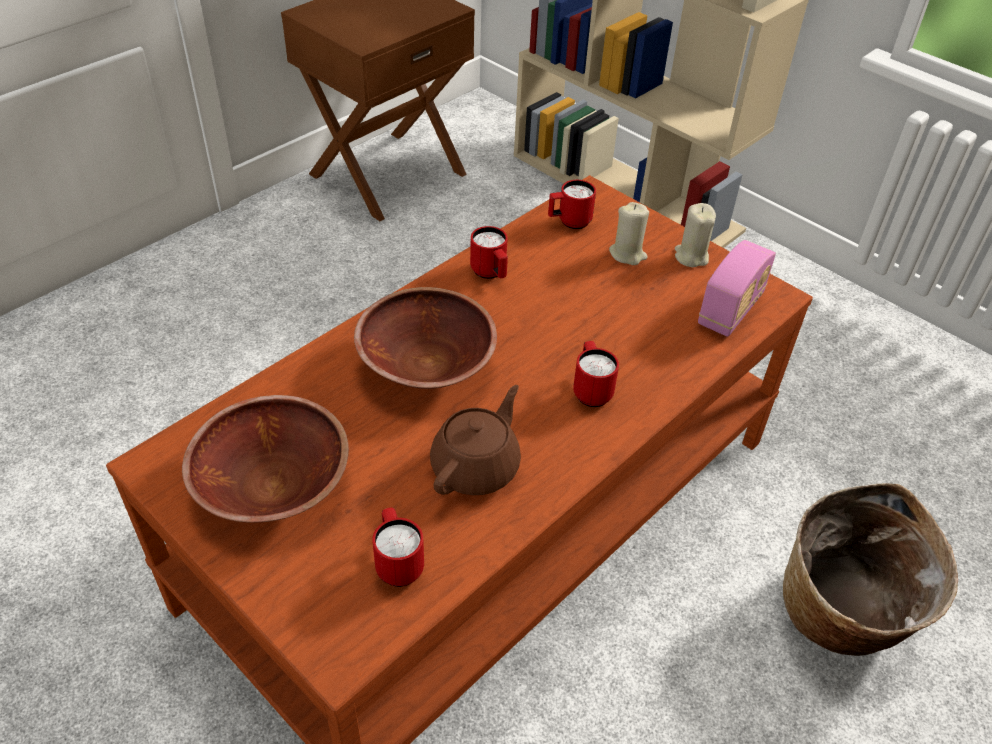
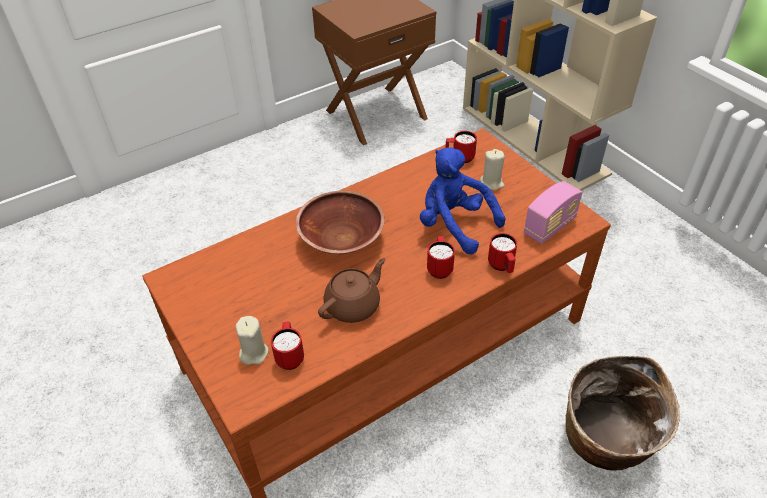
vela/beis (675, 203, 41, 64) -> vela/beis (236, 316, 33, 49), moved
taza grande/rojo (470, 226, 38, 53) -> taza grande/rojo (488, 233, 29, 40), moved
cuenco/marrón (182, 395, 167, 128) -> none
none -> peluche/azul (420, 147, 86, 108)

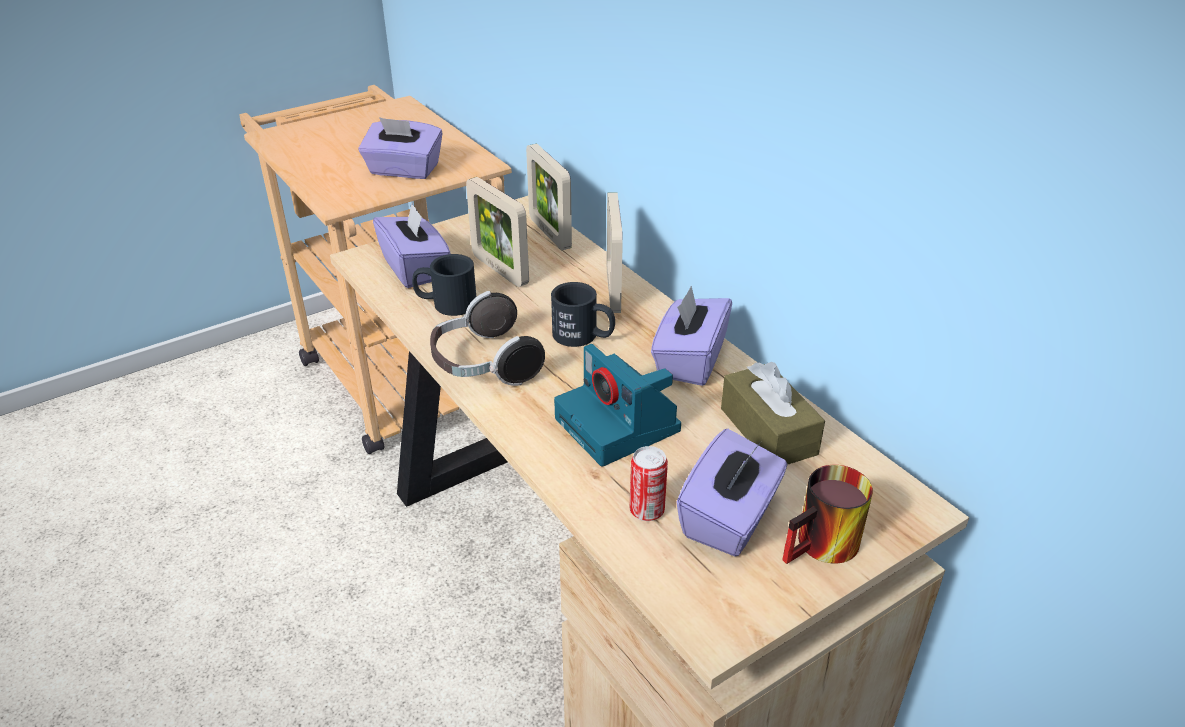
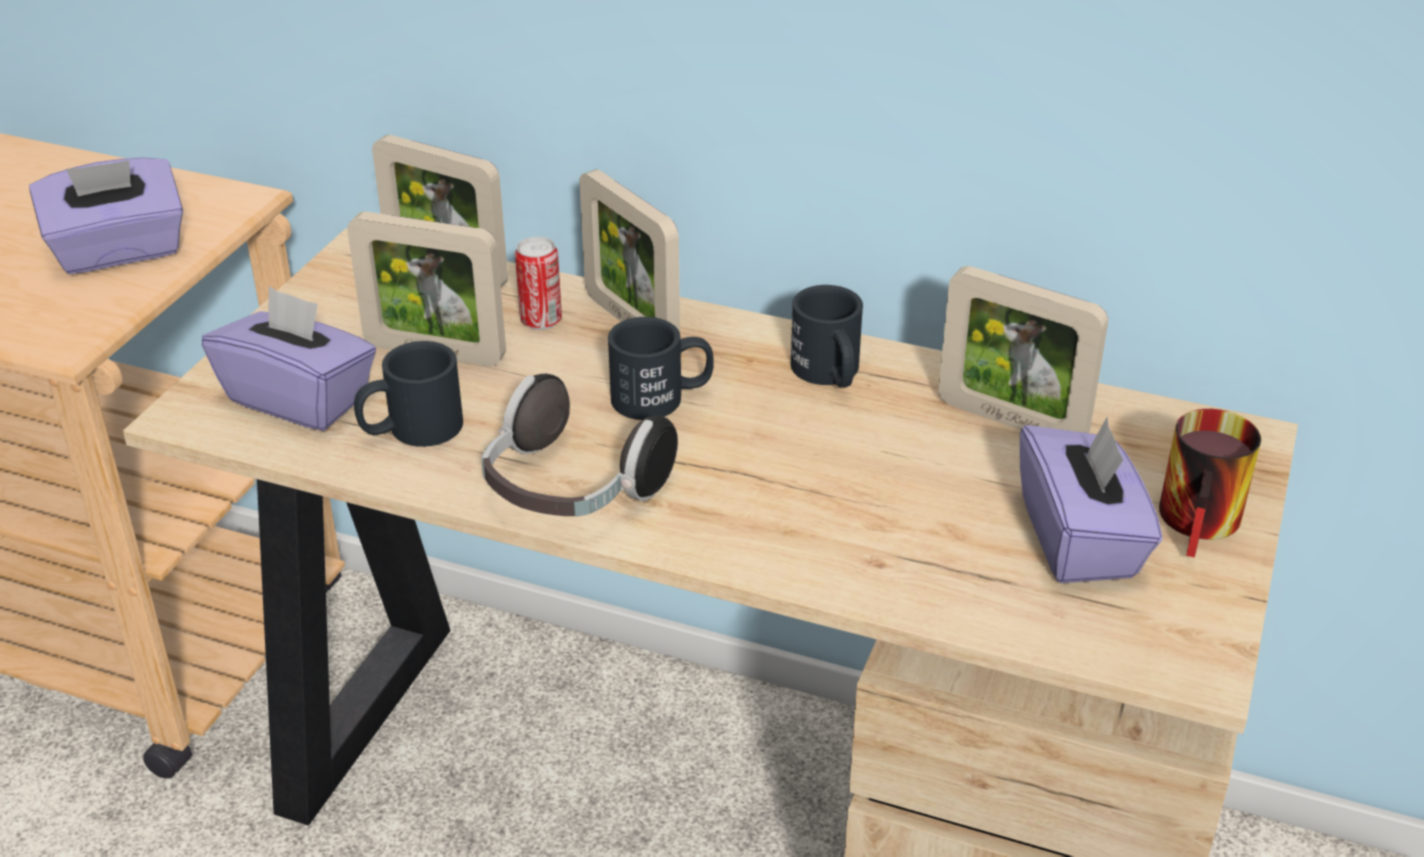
caja de pañuelos/morado (651, 286, 81, 100) -> taza grande/negro (791, 285, 72, 102)
cámara (554, 344, 127, 123) -> none
caja de pañuelos/marrón (721, 362, 104, 103) -> portarretratos (939, 266, 169, 167)
lata (630, 446, 38, 75) -> lata (515, 237, 47, 93), moved

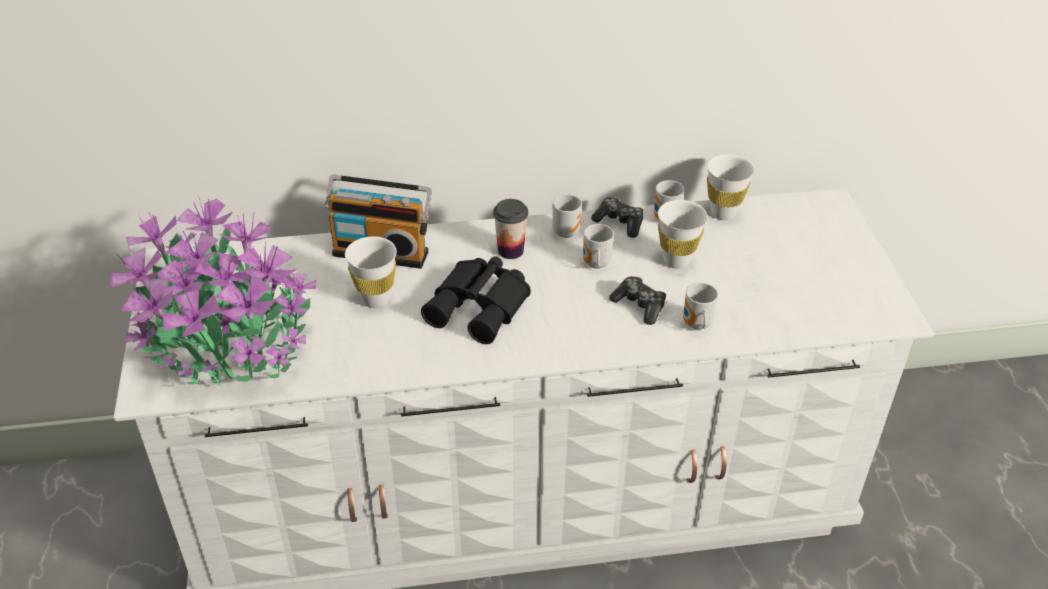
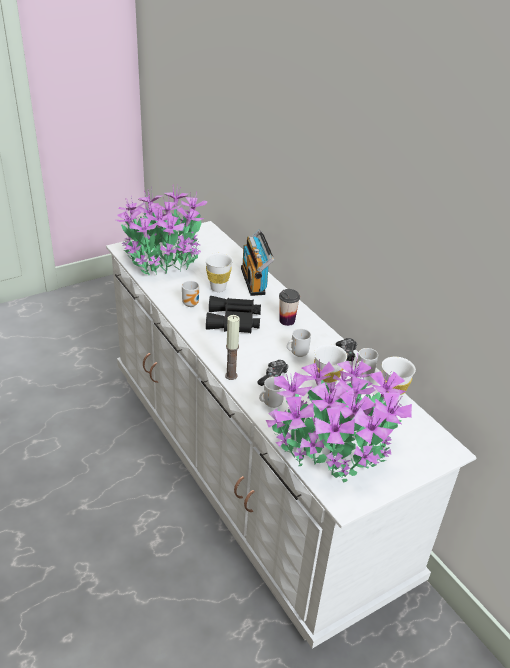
taza grande (552, 194, 30, 44) -> taza grande (182, 281, 17, 26), moved
none -> vela (225, 315, 15, 65)
none -> planta en maceta (266, 354, 146, 129)

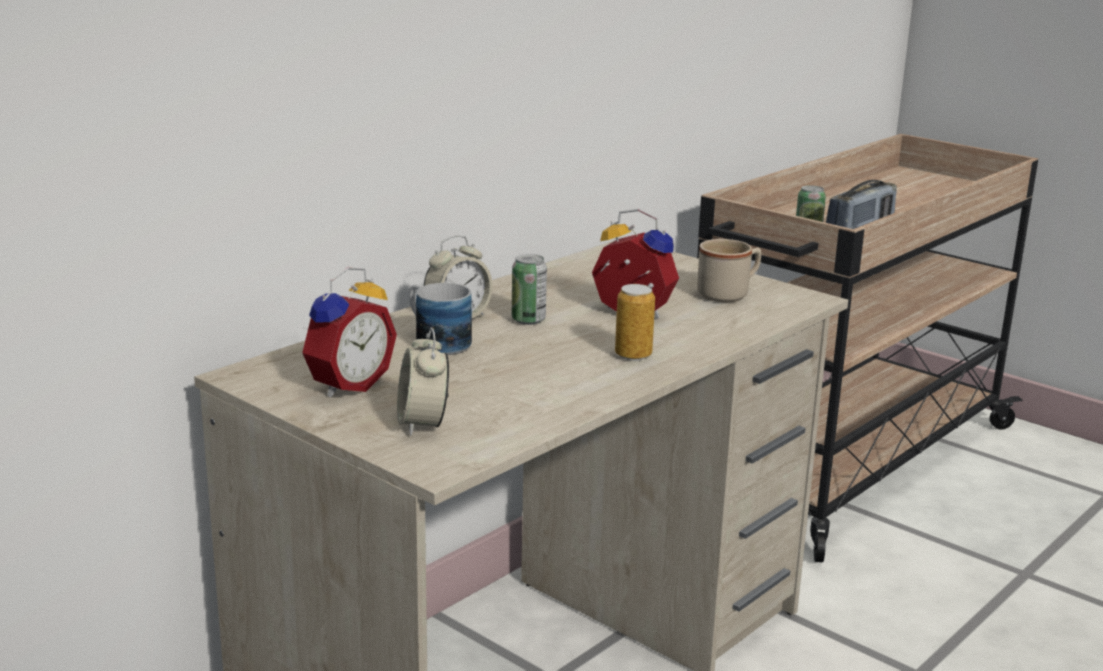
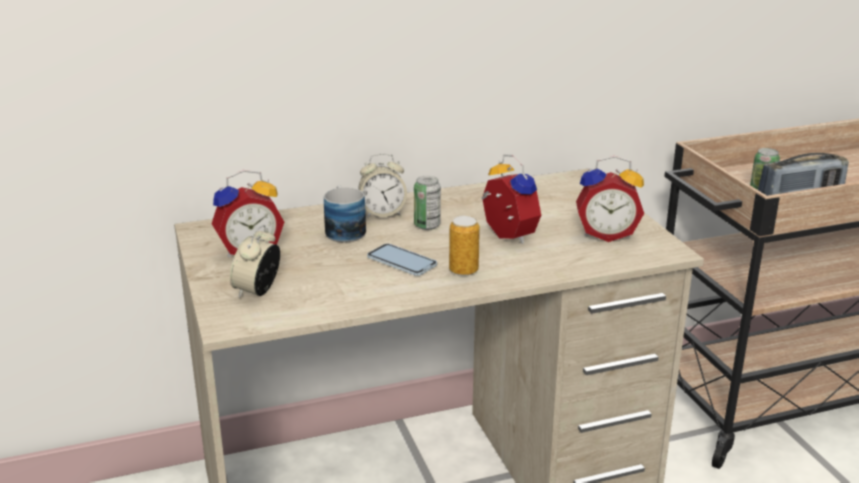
taza grande/beis (697, 239, 64, 64) -> despertador (576, 156, 68, 86)
none -> móvil (367, 244, 70, 32)

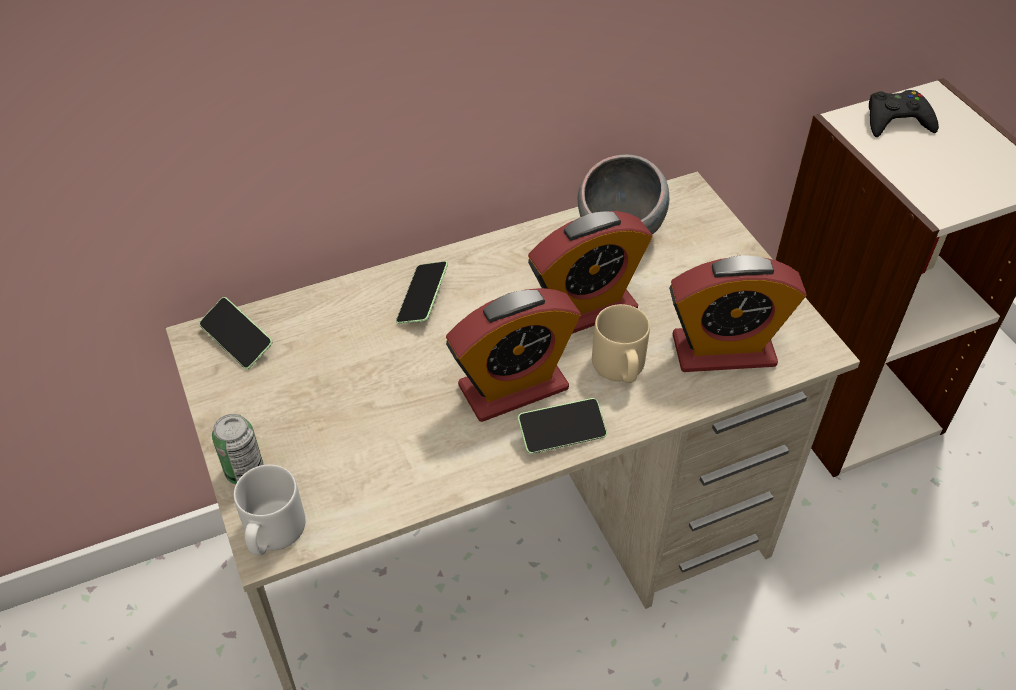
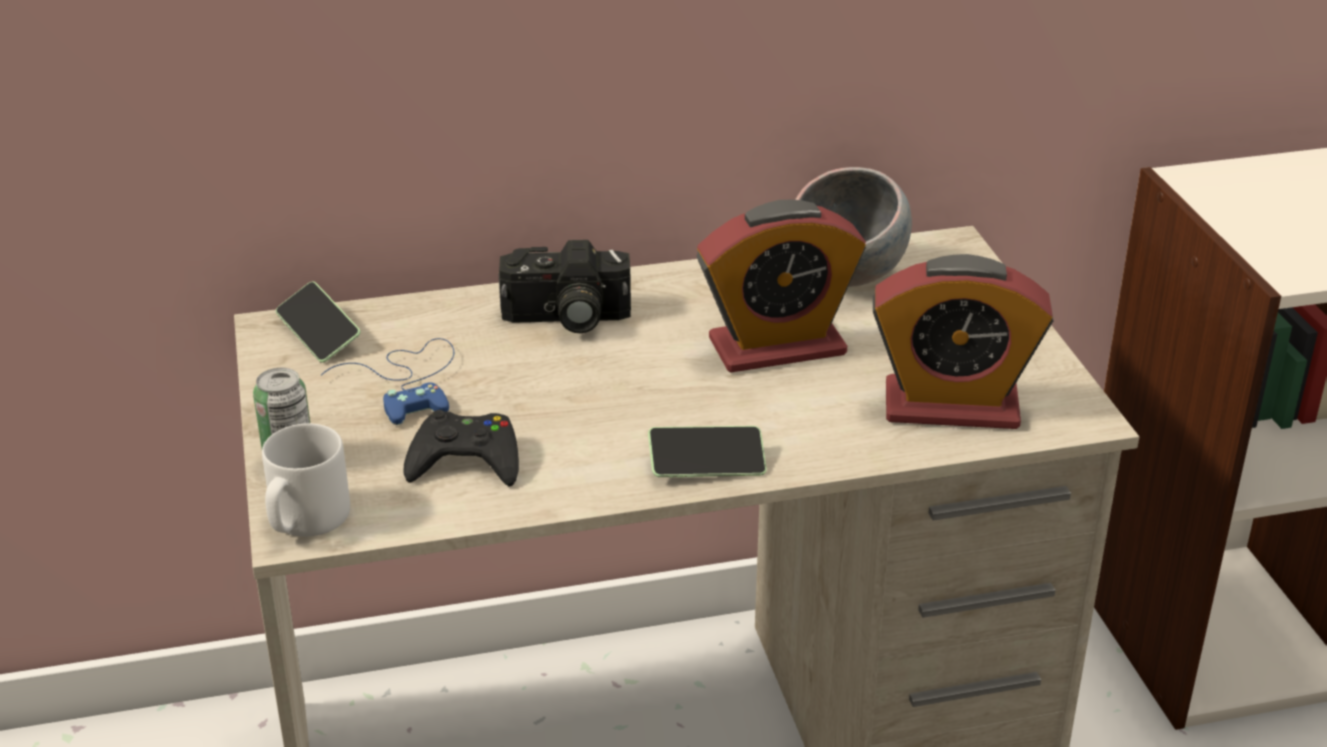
mando de consola/negro (869, 90, 70, 47) -> mando de consola/negro (404, 410, 115, 76), moved
móvil (396, 261, 52, 63) -> cámara (498, 240, 133, 93)
despertador (446, 288, 135, 134) -> none
taza grande/beis (592, 304, 58, 79) -> none
none -> mando de consola/azul (321, 338, 133, 87)

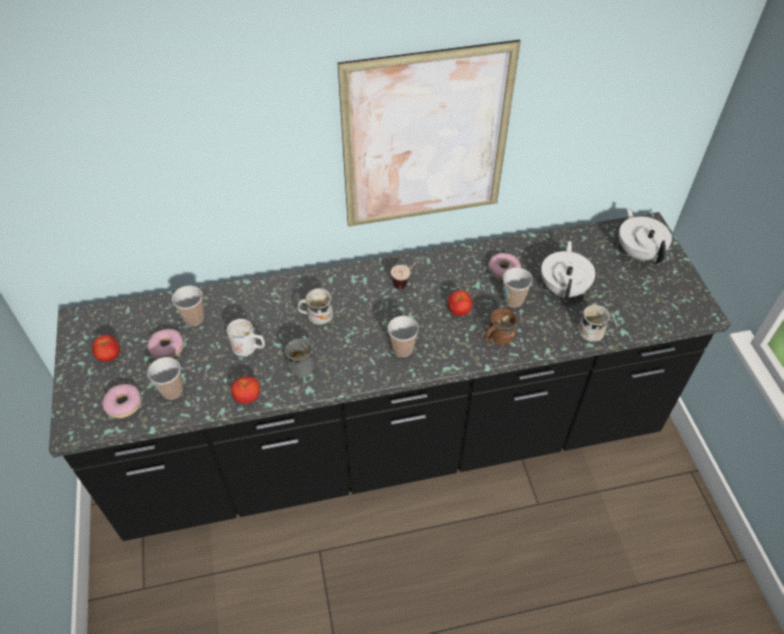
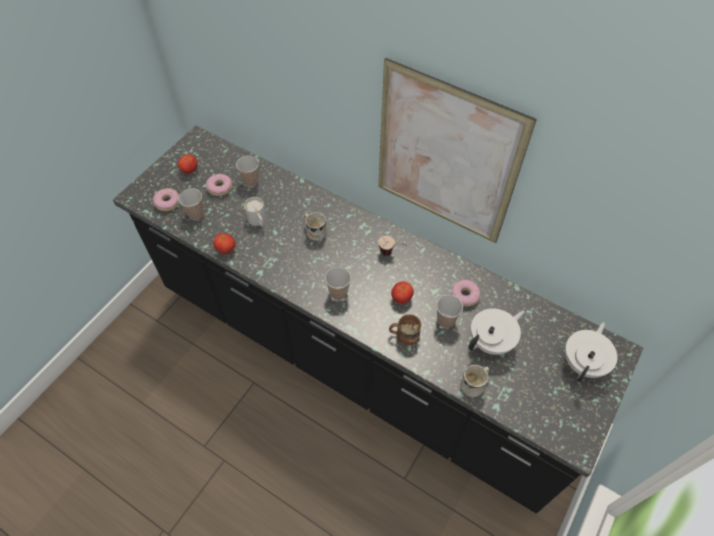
taza grande/gris (285, 338, 30, 38) -> none

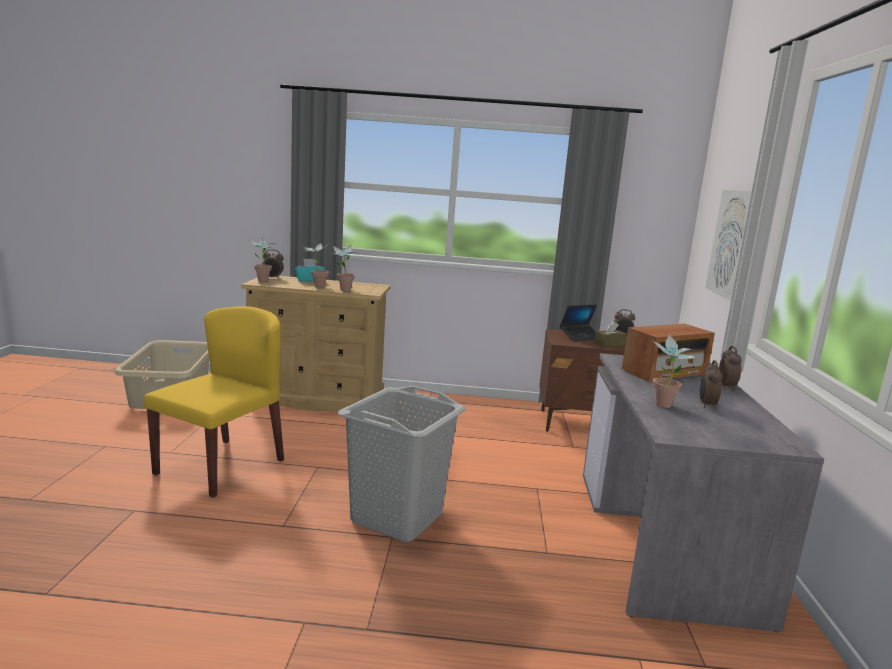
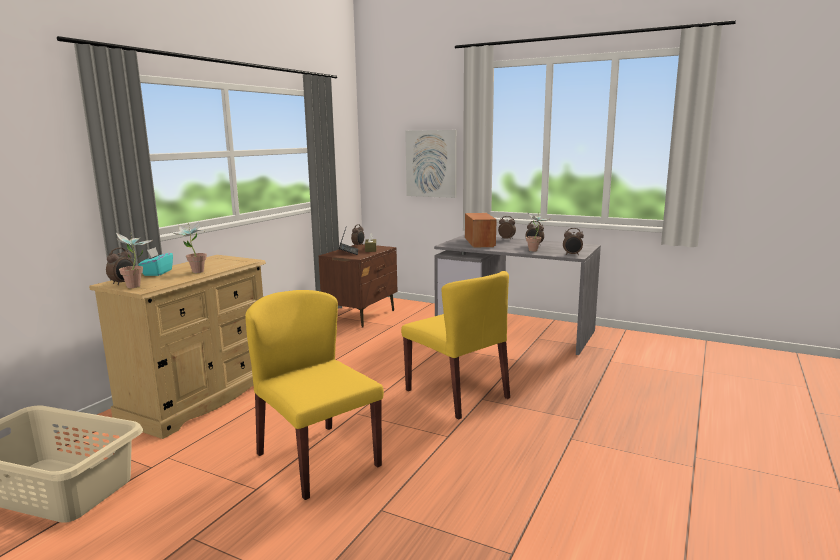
planta en maceta (333, 244, 26, 47) -> none
cesto de la ropa/gris (338, 386, 128, 156) -> silla/amarillo (401, 271, 109, 149)
none -> despertador (563, 228, 21, 27)

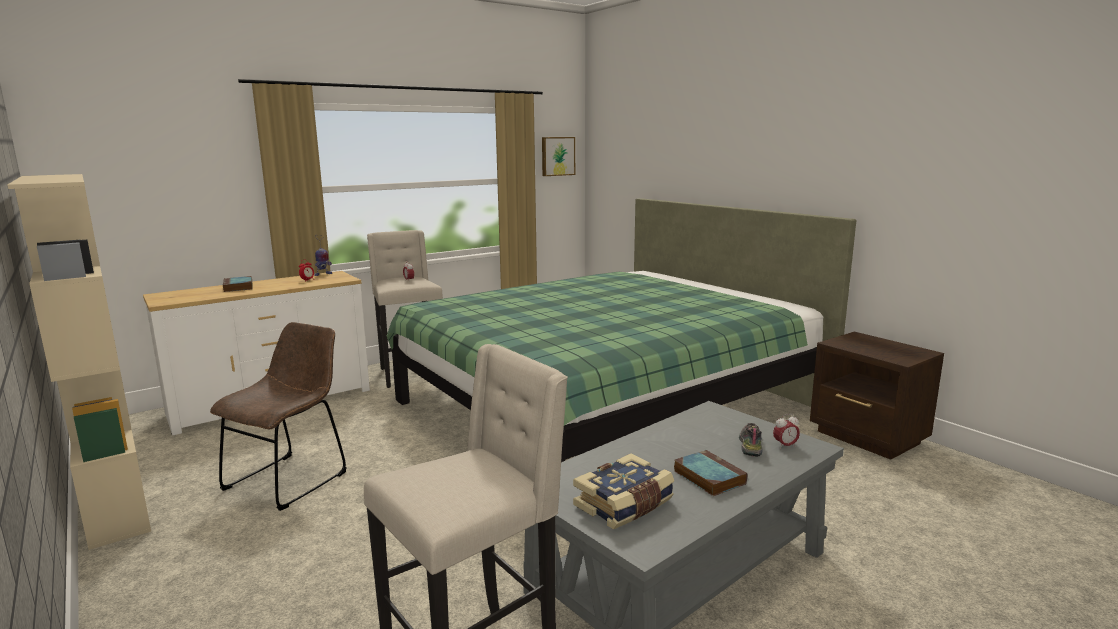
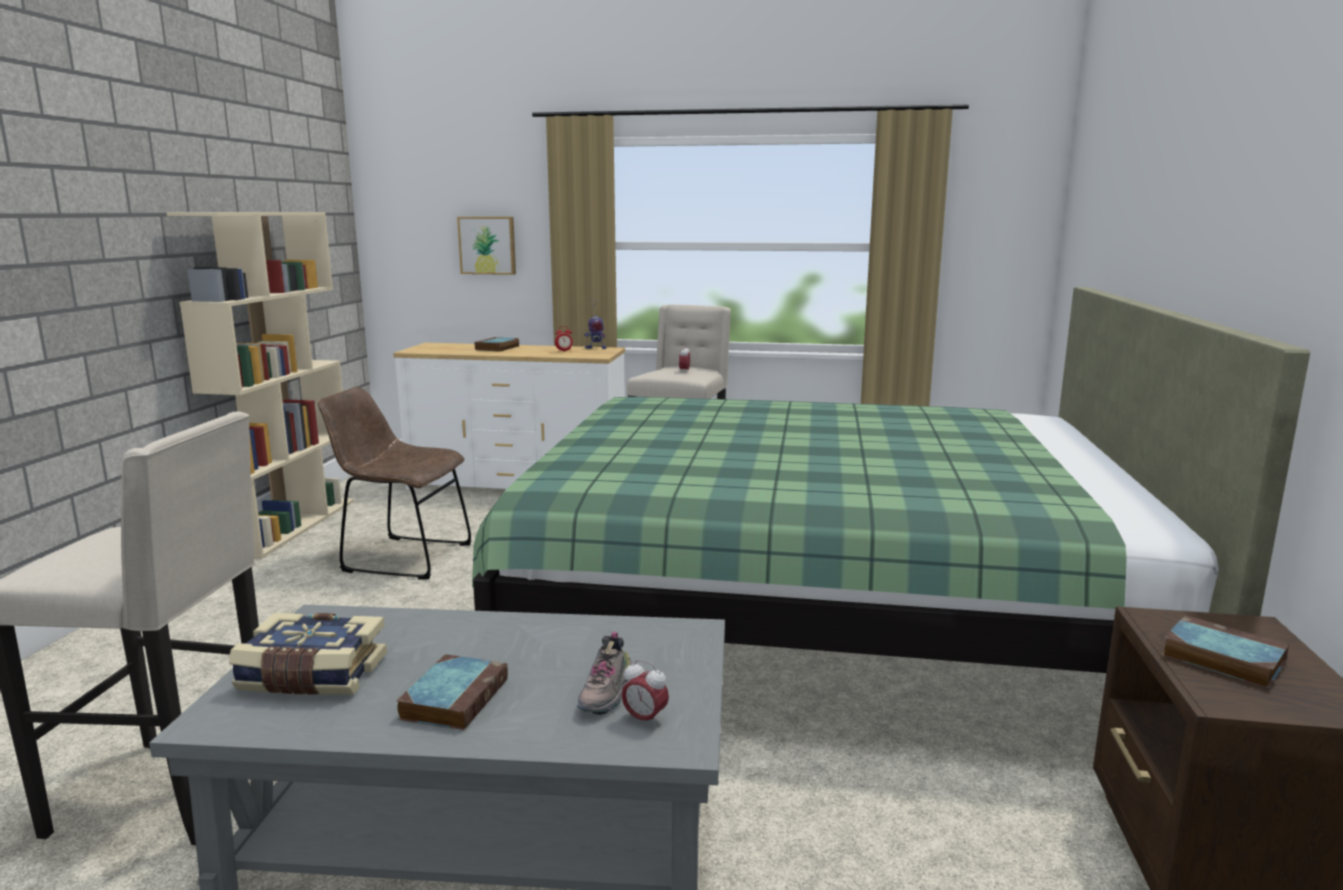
cuadro (542, 137, 33, 39) -> cuadro (457, 217, 59, 58), moved
silla/marrón (210, 322, 137, 189) -> silla/marrón (318, 387, 154, 193), 150 degrees counterclockwise
zapato (739, 423, 23, 34) -> zapato (577, 632, 55, 83), 135 degrees clockwise
none -> libro (1162, 615, 127, 73)

